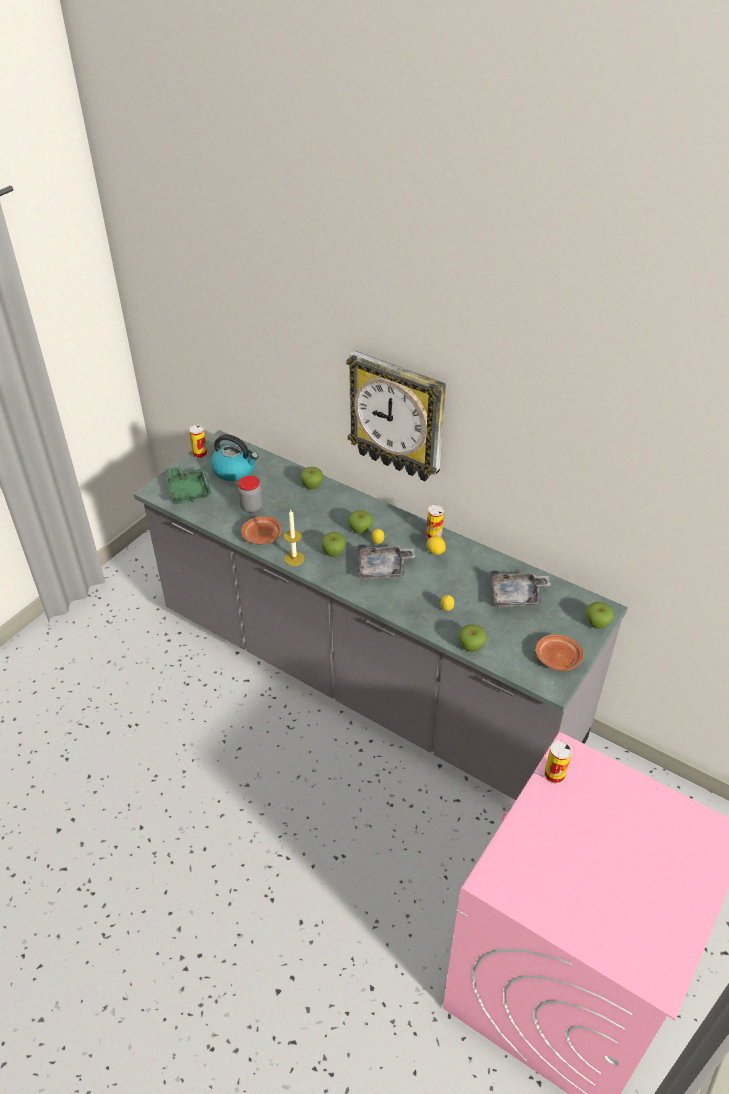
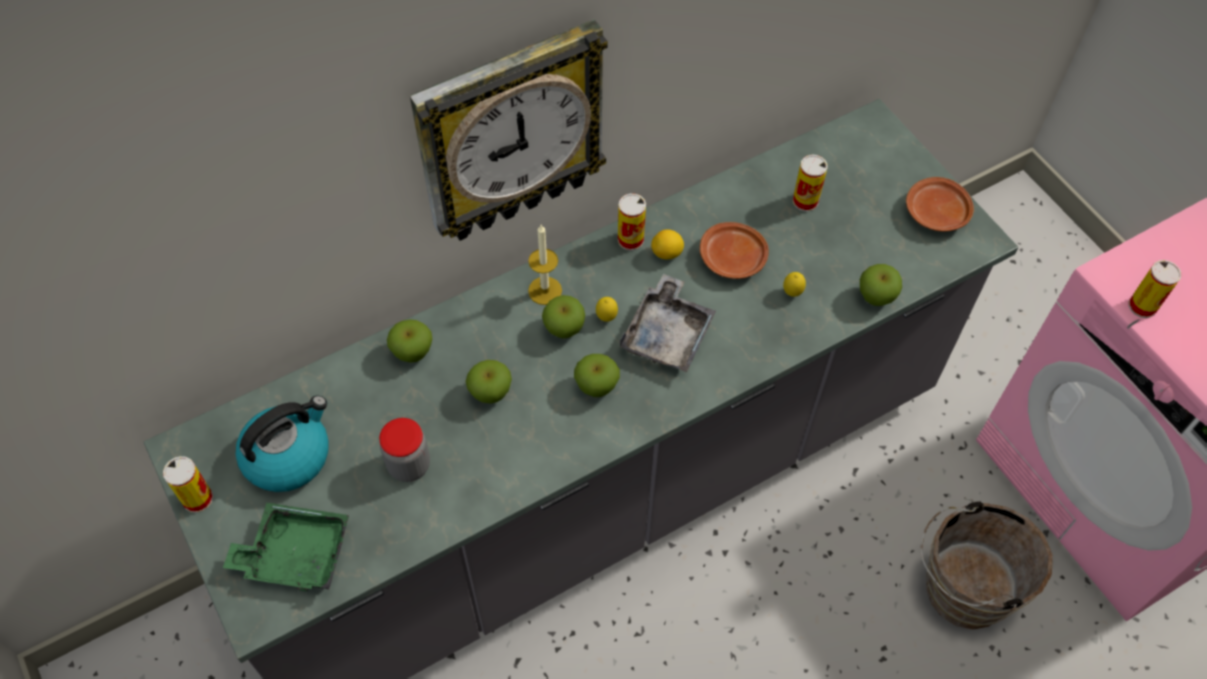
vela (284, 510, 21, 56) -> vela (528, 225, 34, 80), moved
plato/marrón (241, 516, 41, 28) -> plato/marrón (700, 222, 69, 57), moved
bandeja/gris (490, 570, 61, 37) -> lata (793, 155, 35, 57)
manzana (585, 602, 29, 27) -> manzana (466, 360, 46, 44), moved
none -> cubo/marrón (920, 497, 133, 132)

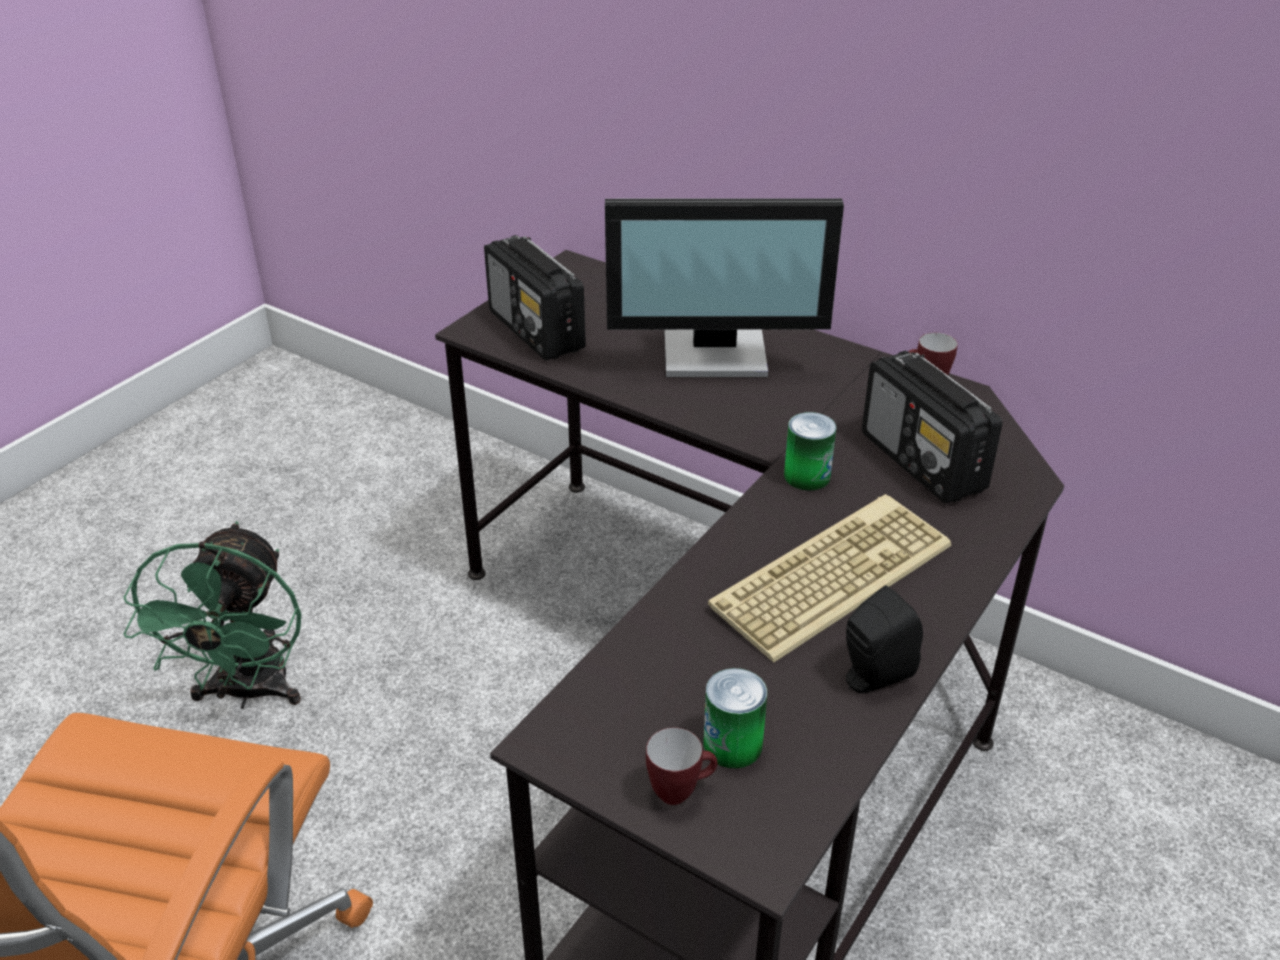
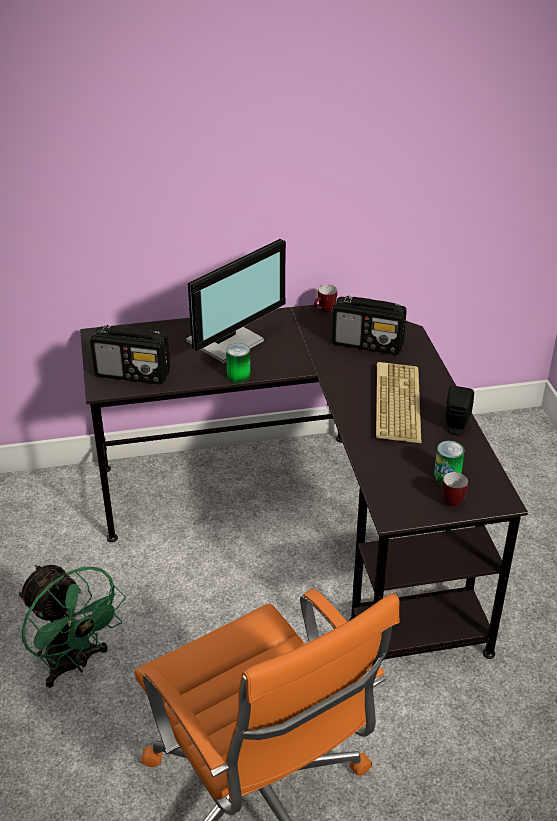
lata (784, 412, 52, 79) -> lata (226, 343, 24, 40), moved

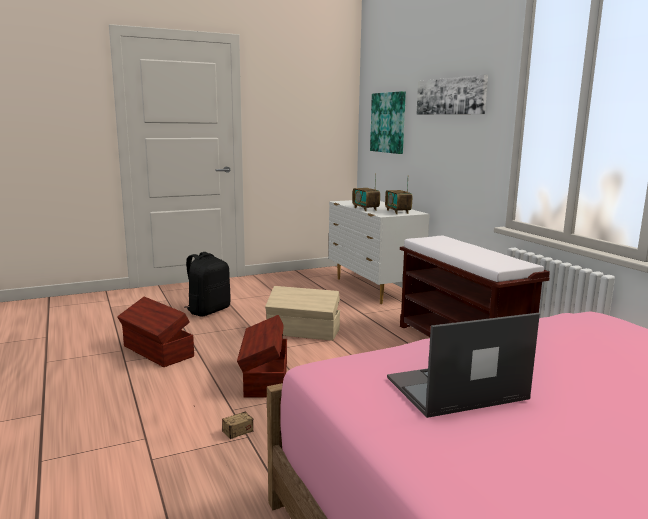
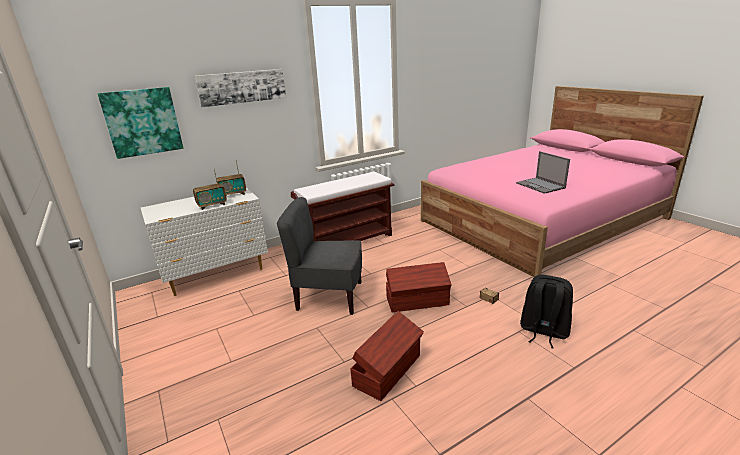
mochila/negro (186, 252, 45, 64) -> mochila/negro (520, 275, 53, 74), moved
caja de almacenaje/beis (265, 286, 75, 55) -> silla/gris (277, 197, 85, 118)

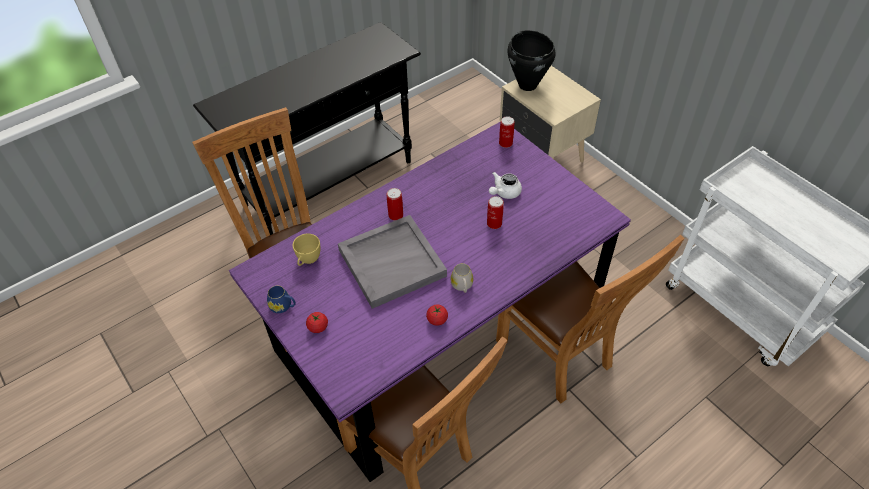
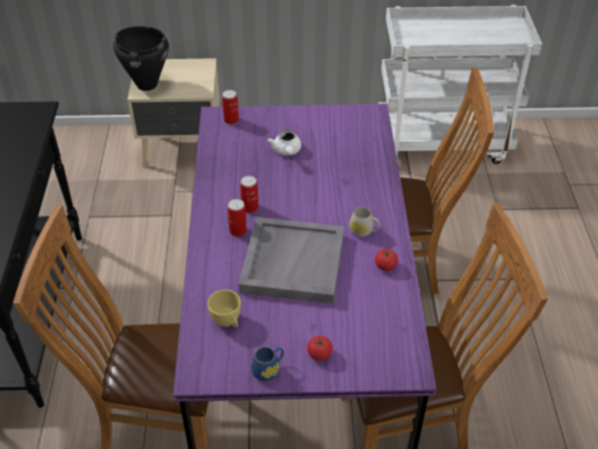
lata (487, 196, 17, 33) -> lata (240, 176, 19, 37), moved

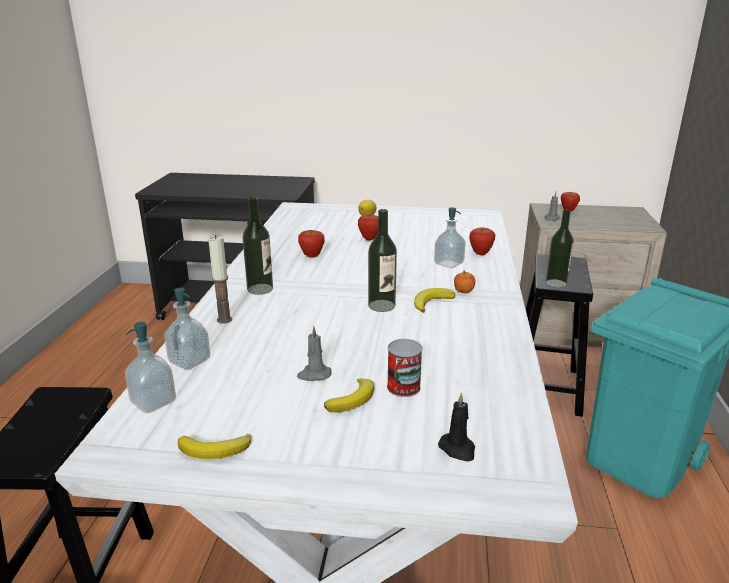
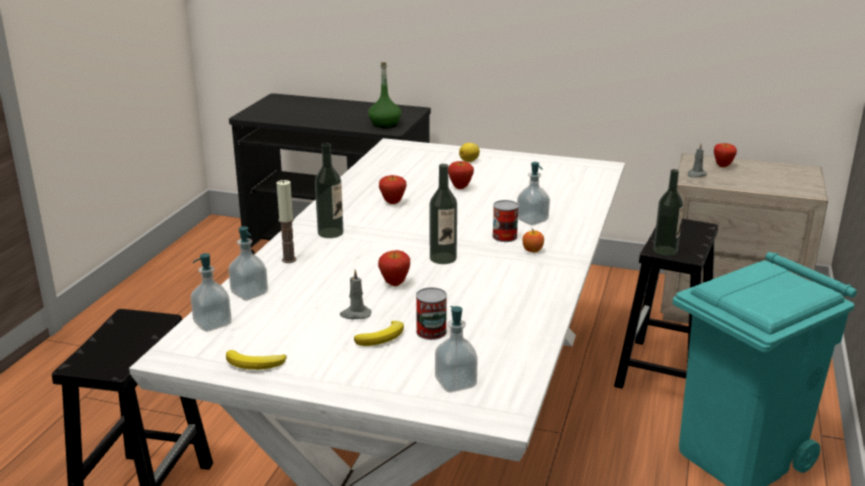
manzana (469, 227, 26, 28) -> manzana (378, 250, 32, 36), moved
plátano (414, 288, 41, 25) -> none
vela/negro (438, 392, 37, 70) -> dispensador de jabón (435, 306, 43, 87)
none -> botella/verde (368, 62, 33, 66)
none -> lata (492, 200, 27, 42)

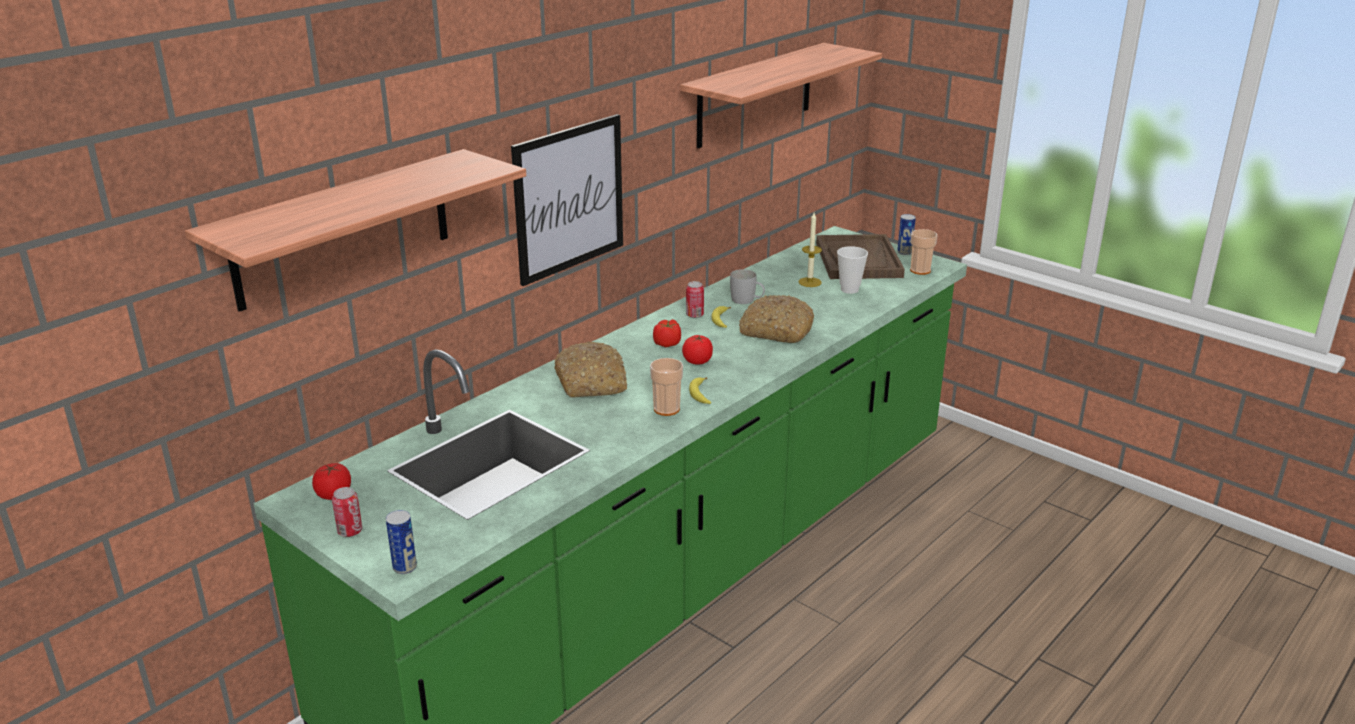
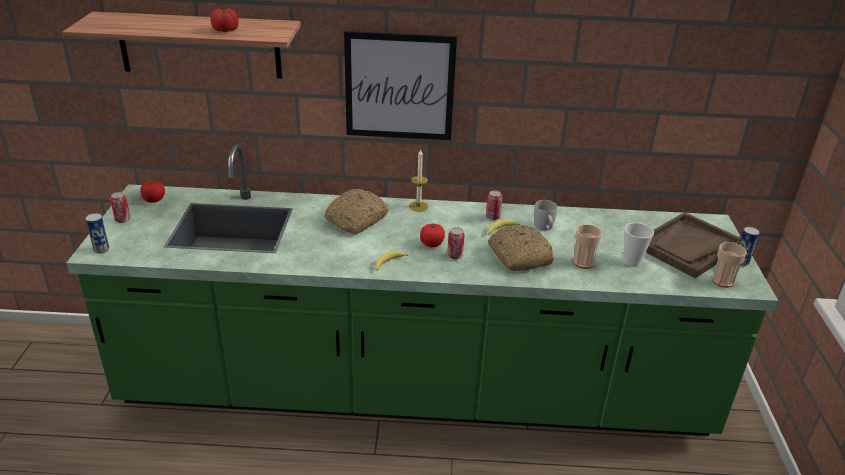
estante (680, 43, 202, 105) -> none
vela (798, 213, 24, 74) -> vela (409, 150, 19, 61), moved
tomate (653, 319, 28, 28) -> tomate (210, 8, 29, 24), moved
taza (650, 358, 33, 58) -> taza (573, 224, 29, 45), moved
none -> lata (447, 227, 18, 32)

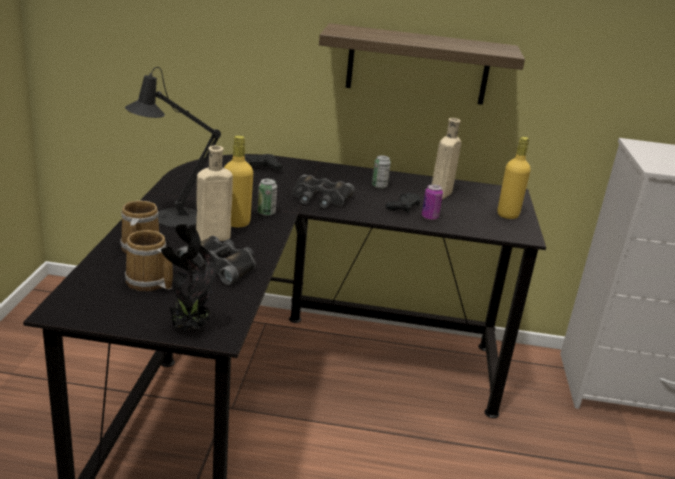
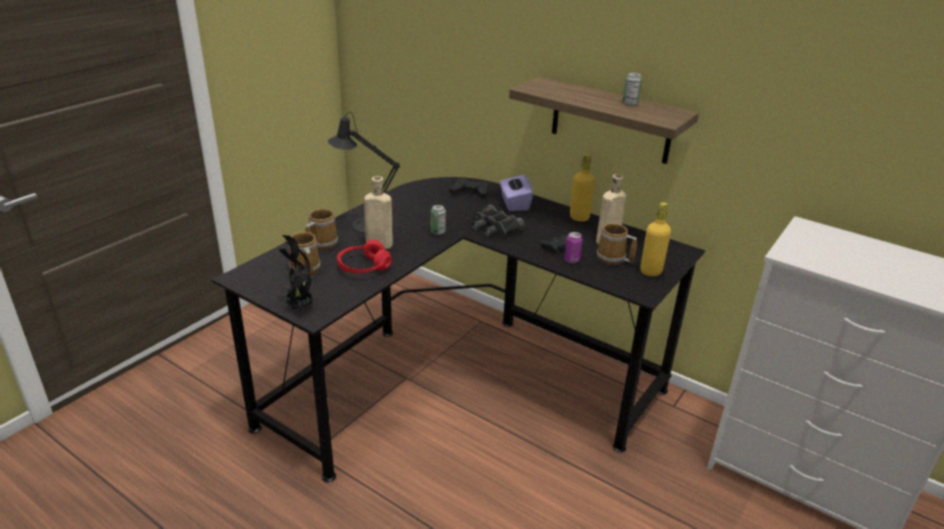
botella/amarillo (224, 136, 29, 91) -> botella/amarillo (570, 154, 25, 67), moved
lata (372, 155, 19, 34) -> lata (623, 73, 19, 33), moved
prismáticos/negro (175, 236, 81, 49) -> auriculares/rojo (337, 240, 55, 33)
none -> caja de pañuelos/morado (500, 174, 33, 37)
none -> taza grande (597, 223, 40, 42)

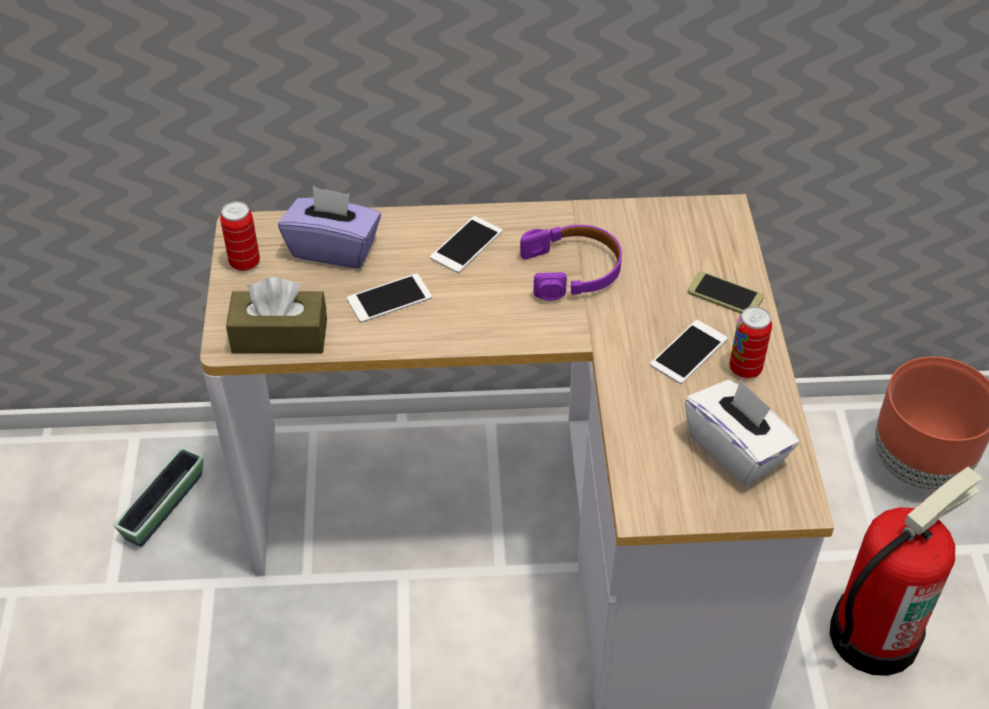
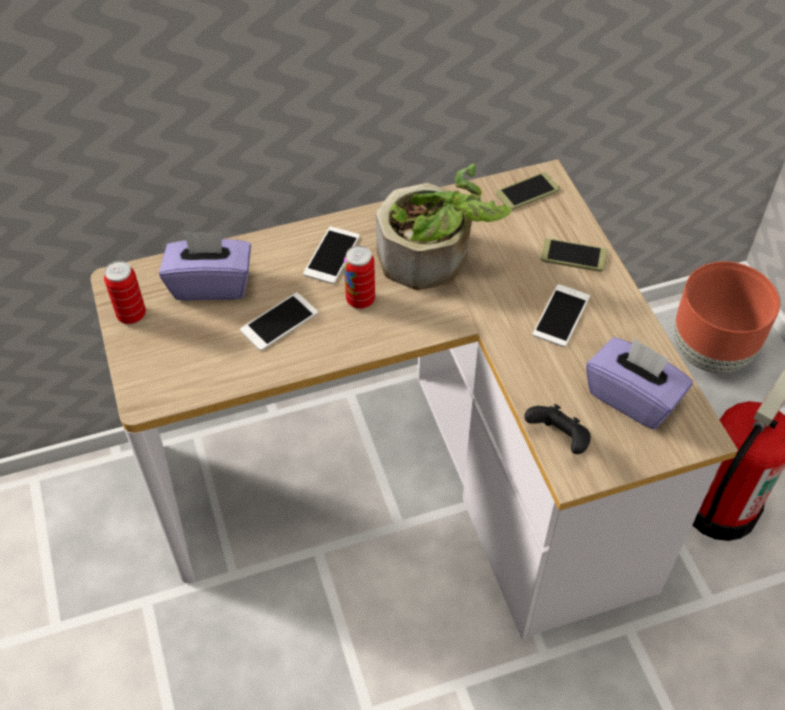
auriculares/morado (520, 225, 102, 76) -> planta en maceta (376, 164, 136, 126)
caja de pañuelos/marrón (226, 277, 101, 76) -> none
lata (729, 306, 43, 73) -> lata (344, 245, 31, 64), moved
caja de pañuelos/blanco (685, 379, 114, 107) -> caja de pañuelos/morado (586, 337, 107, 92)
maceta (114, 447, 90, 100) -> none
none -> móvil (496, 172, 64, 38)
none -> mando de consola/negro (524, 404, 67, 50)

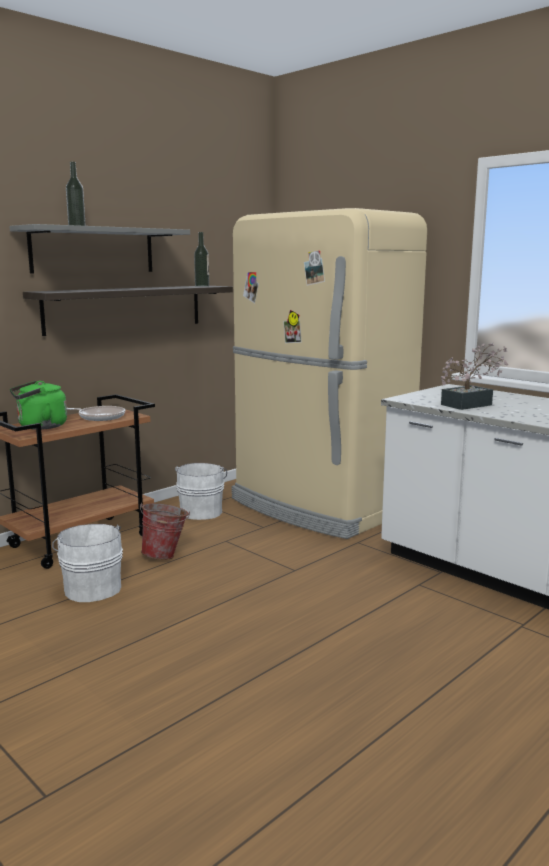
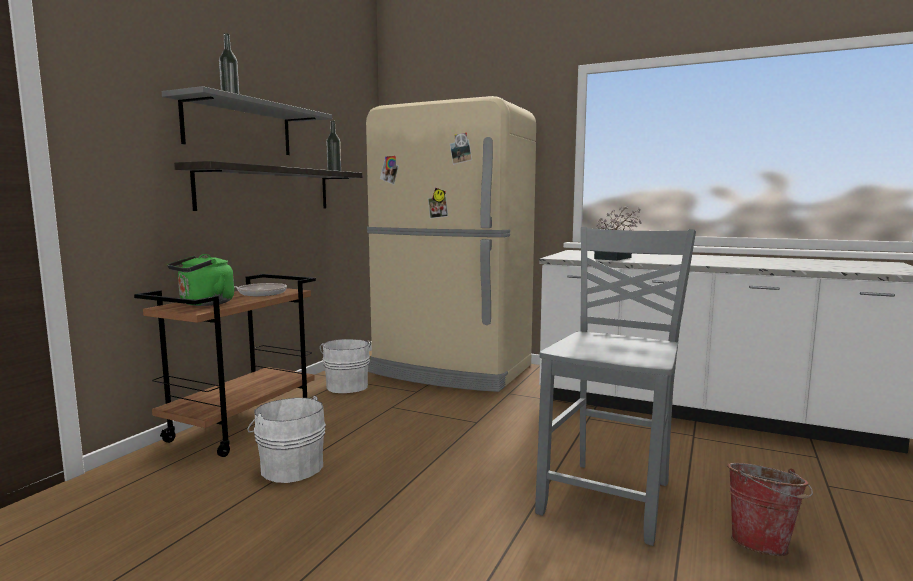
cubo (140, 502, 50, 58) -> cubo (727, 463, 86, 93), moved
none -> silla/gris (535, 227, 161, 319)

